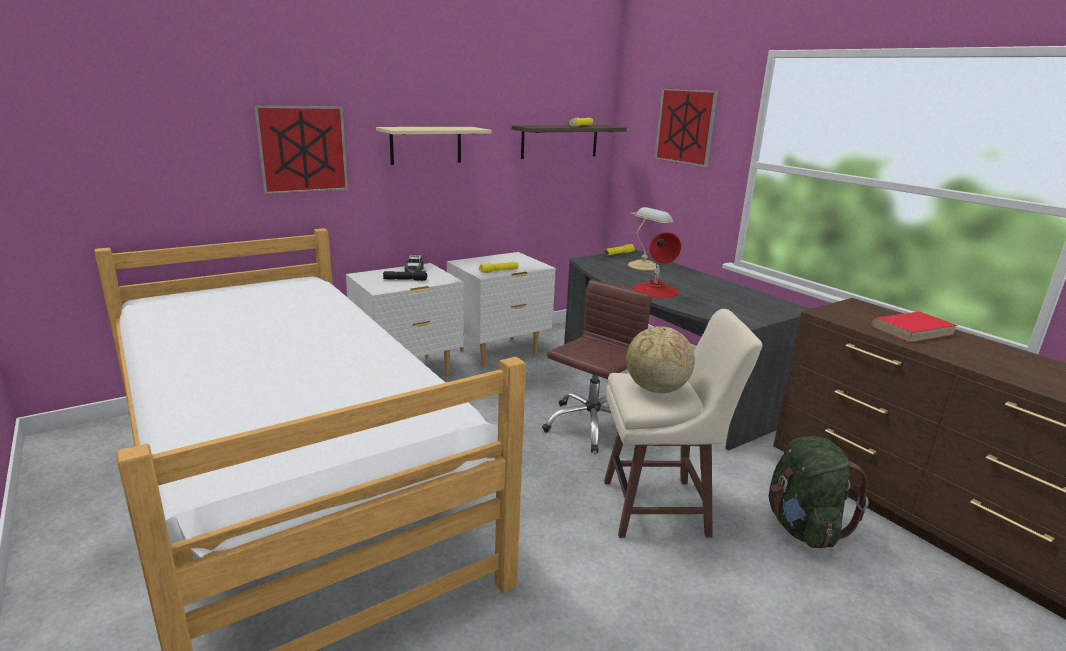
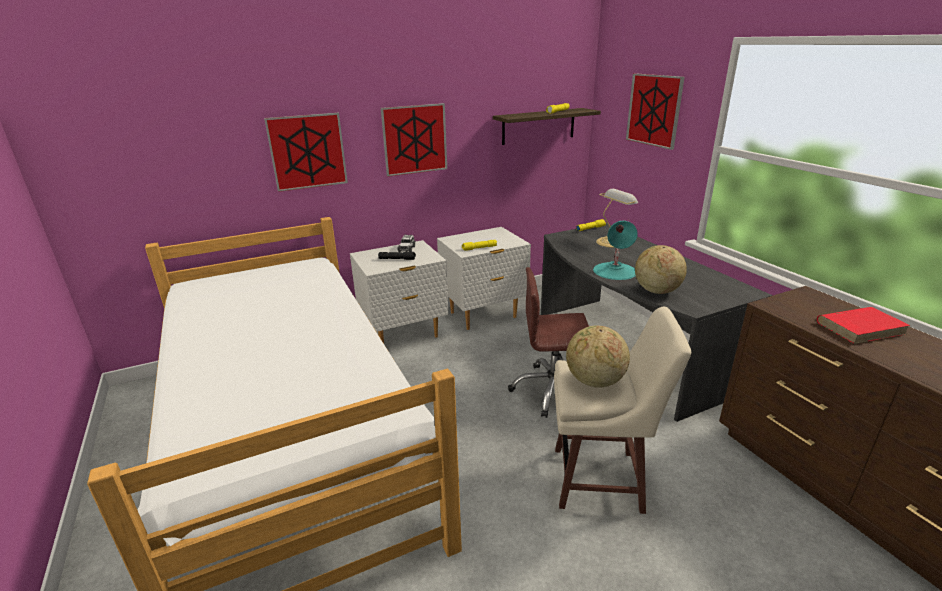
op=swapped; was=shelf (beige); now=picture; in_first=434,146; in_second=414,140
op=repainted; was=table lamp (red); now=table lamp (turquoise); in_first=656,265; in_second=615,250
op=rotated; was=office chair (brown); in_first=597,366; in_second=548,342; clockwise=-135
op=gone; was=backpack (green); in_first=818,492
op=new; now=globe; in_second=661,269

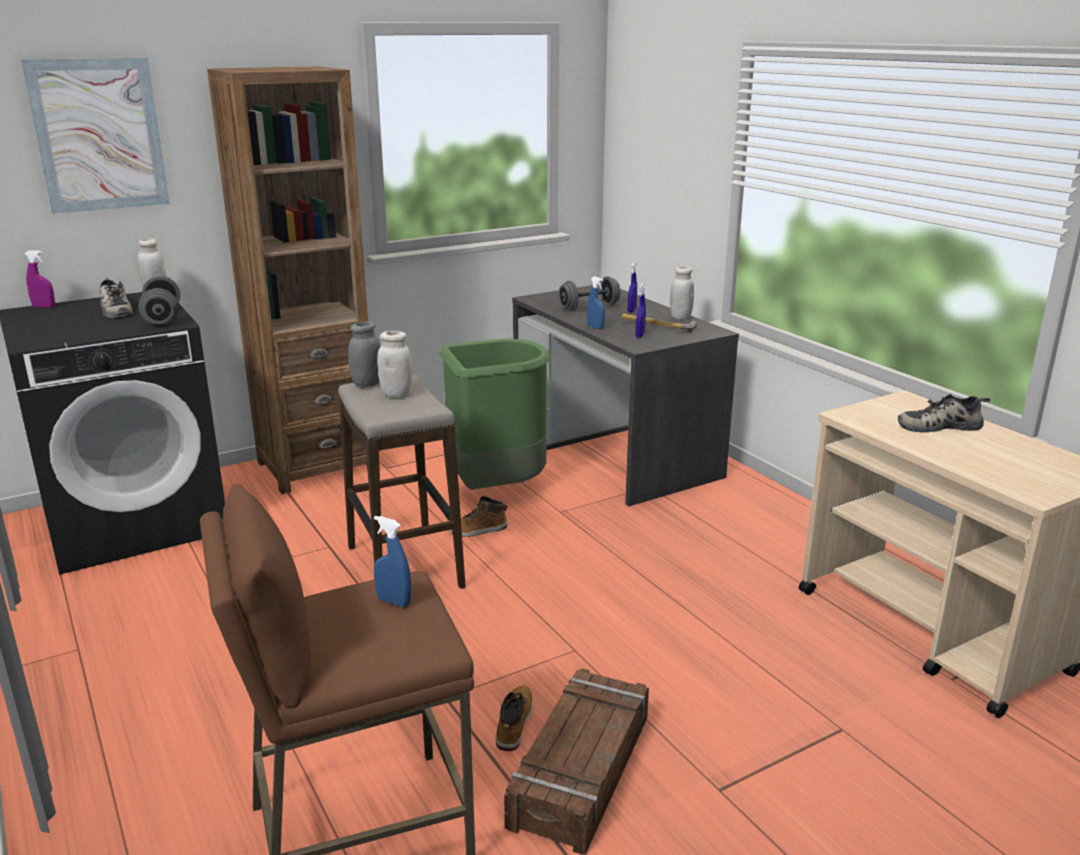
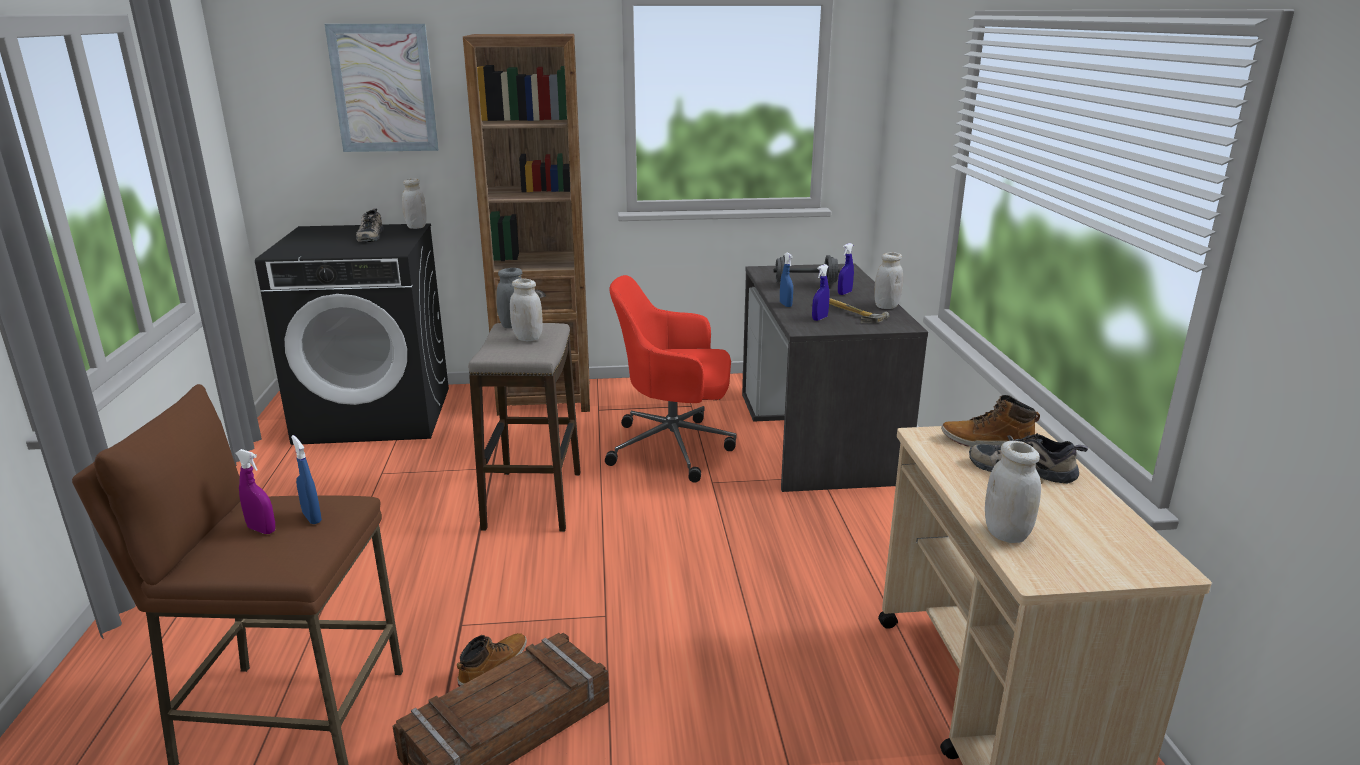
op=shifted; was=spray bottle (purple); in_first=40,279; in_second=255,491
op=gone; was=dumbbell (grey); in_first=159,300
op=swapped; was=trash can (green); now=office chair (red); in_first=494,414; in_second=671,379
op=shifted; was=boot; in_first=477,516; in_second=990,421
op=new; now=jar (white); in_second=1013,492

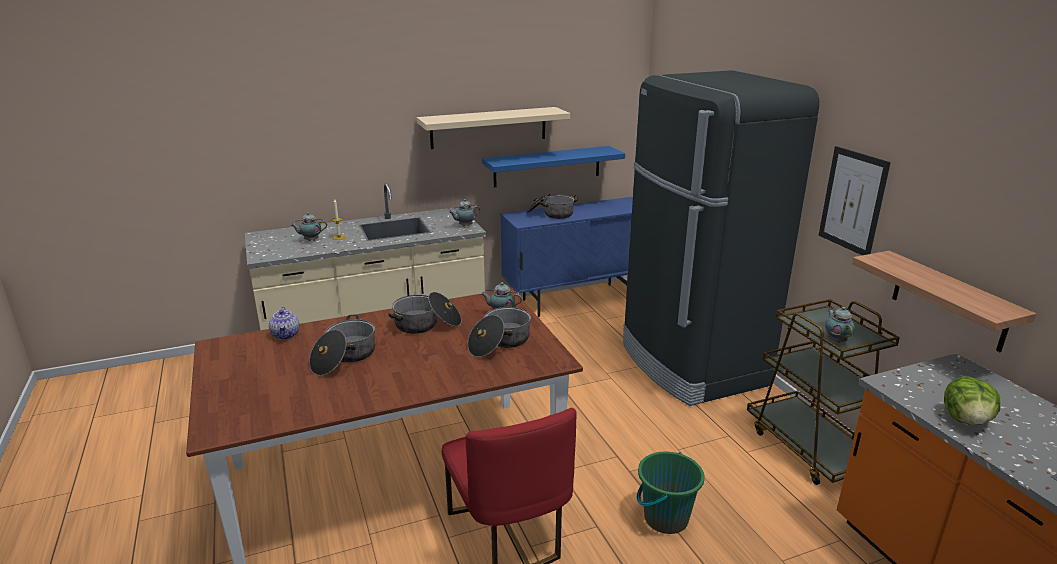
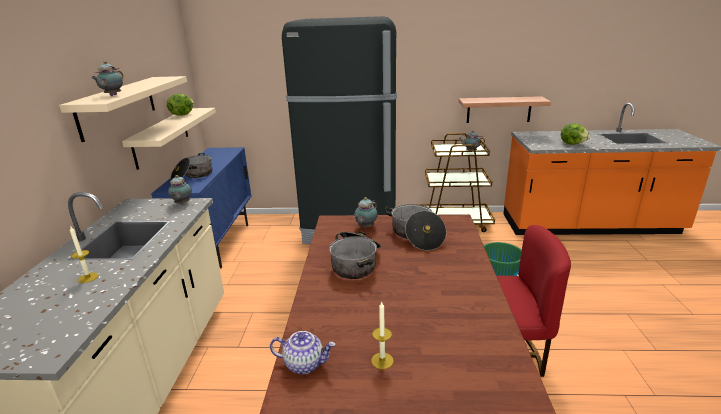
op=repainted; was=shelf (blue); now=shelf (beige); in_first=553,167; in_second=169,139
op=gone; was=picture; in_first=855,200
op=shifted; was=teapot; in_first=309,226; in_second=107,78
op=gone; was=cooking pot; in_first=342,345
op=new; now=lettuce; in_second=180,105
op=new; now=candle; in_second=382,335

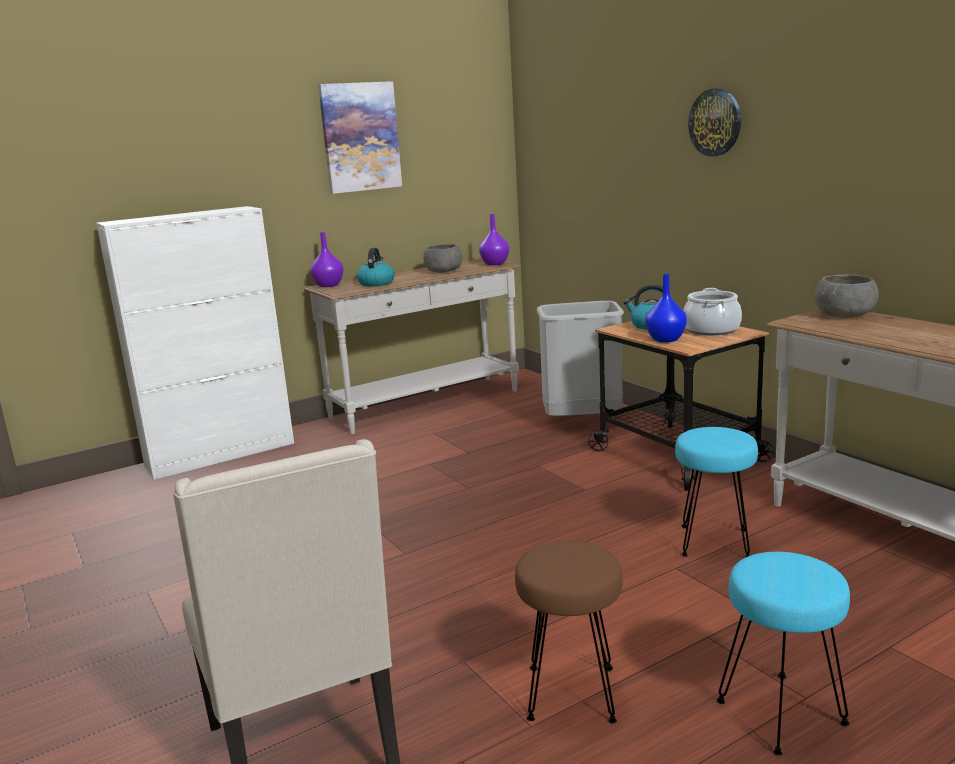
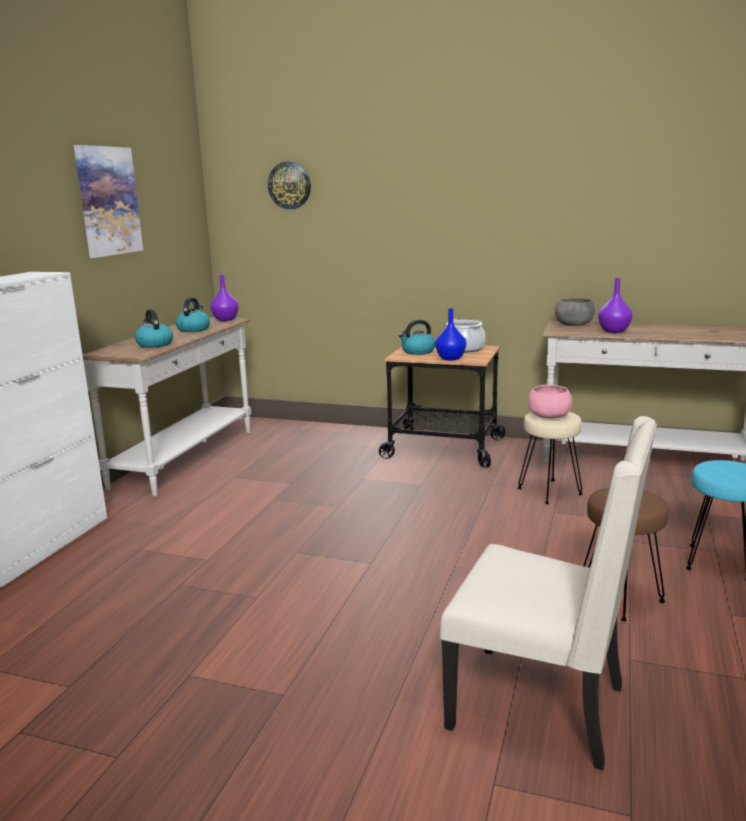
op=shifted; was=wall clock; in_first=714,122; in_second=289,185
op=shifted; was=vase (purple); in_first=327,259; in_second=615,305
op=swapped; was=bowl (grey); now=kettle; in_first=442,258; in_second=192,314
op=gone; was=trash can (grey); in_first=580,358
op=repainted; was=stool (turquoise); now=stool (beige); in_first=716,492; in_second=550,458
op=new; now=bowl (pink); in_second=550,401

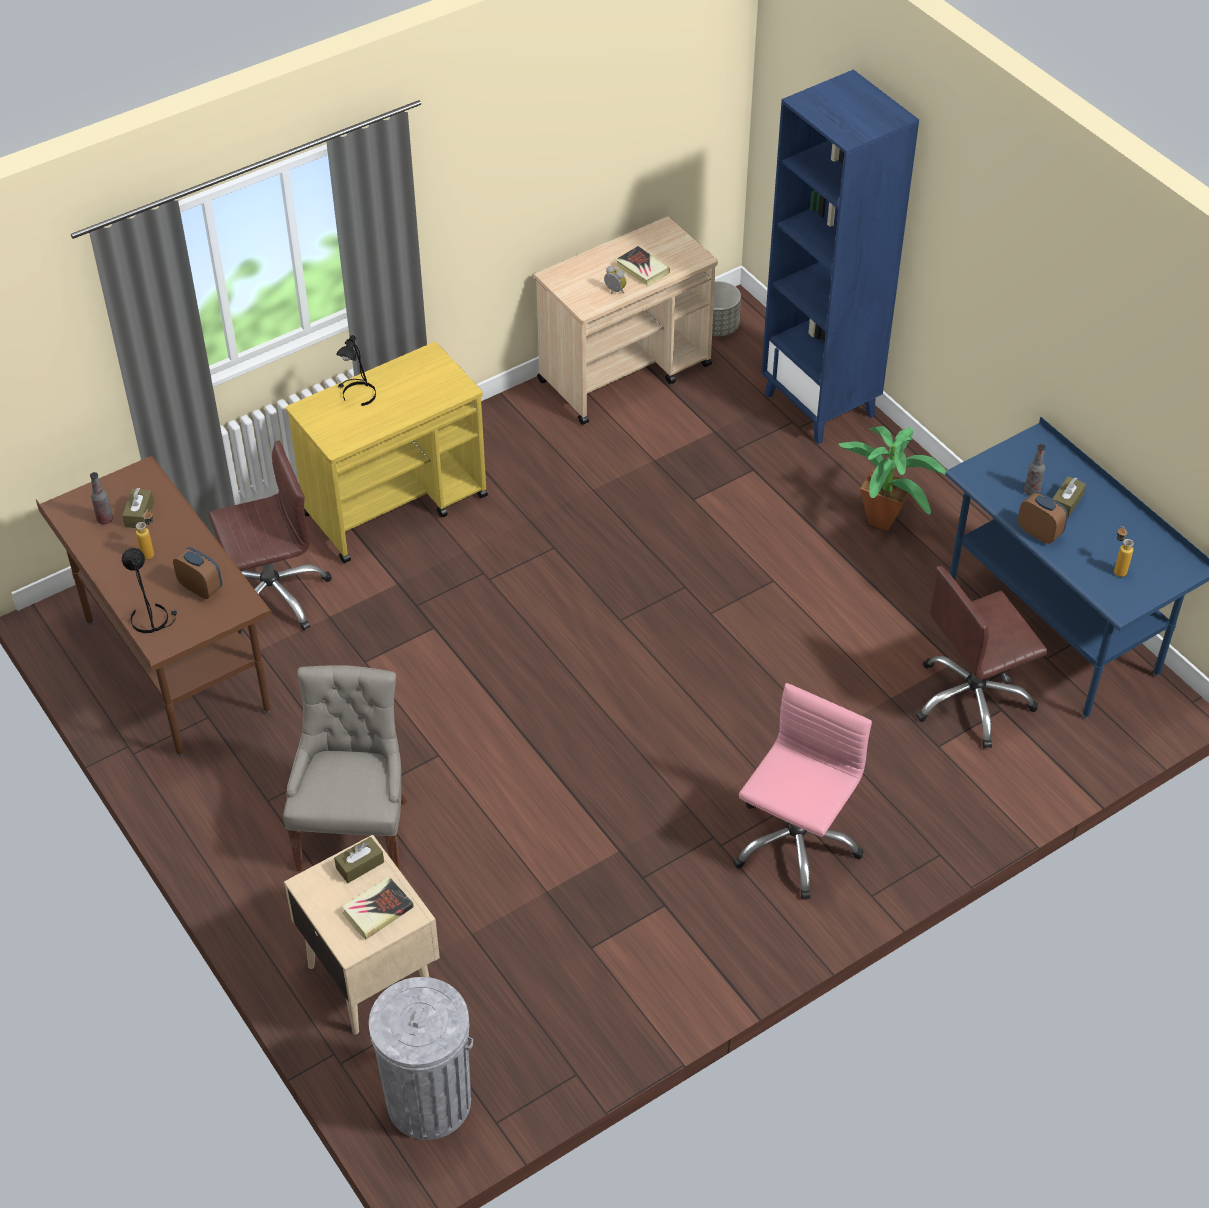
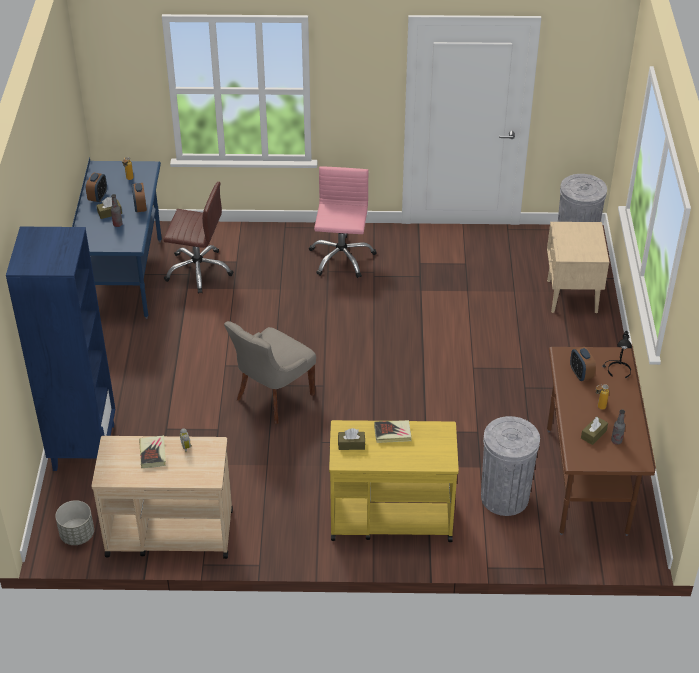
op=gone; was=table lamp (black); in_first=356,370
op=gone; was=potted plant; in_first=892,478
op=swapped; was=office chair (brown); now=trash can (grey); in_first=270,537; in_second=510,466
op=shifted; was=chair (grey); in_first=345,768; in_second=270,372
op=rotated; was=office chair (pink); in_first=802,791; in_second=343,222; clockwise=120
op=shifted; was=tissue box (brown); in_first=359,860; in_second=351,439
op=shifted; was=book; in_first=378,908; in_second=392,431
op=new; now=alarm clock; in_second=96,187

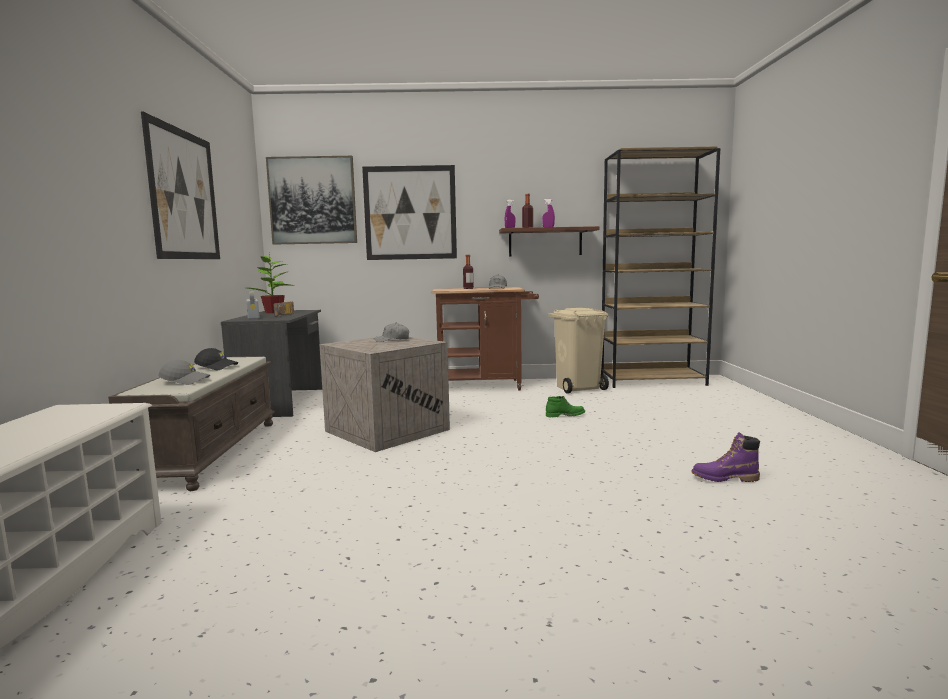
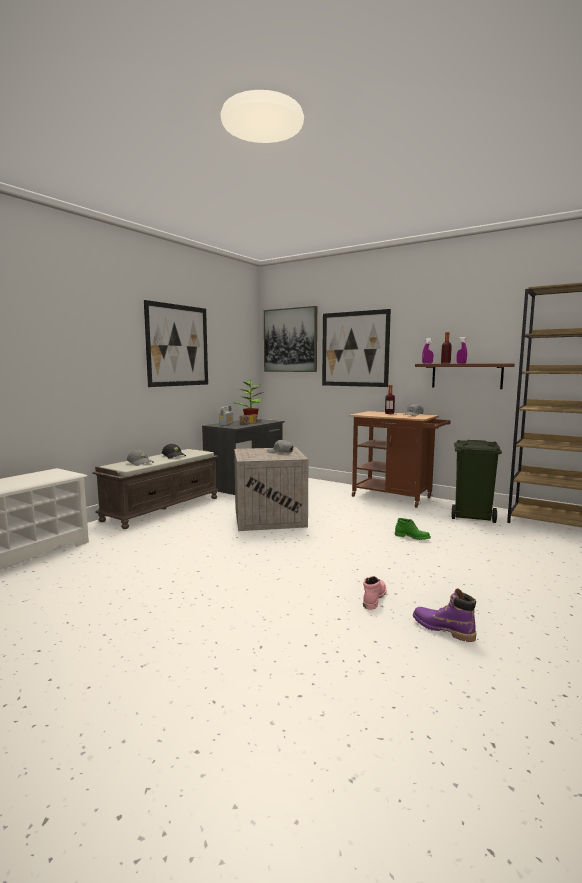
op=repainted; was=trash can (beige); now=trash can (green); in_first=578,351; in_second=477,481
op=new; now=boot (pink); in_second=375,593

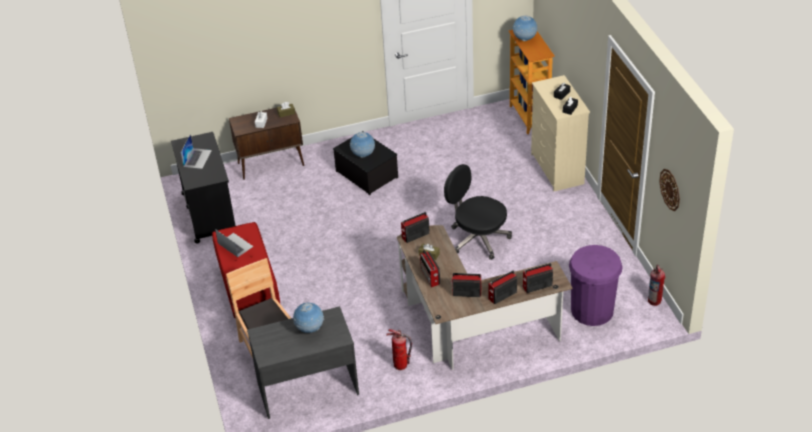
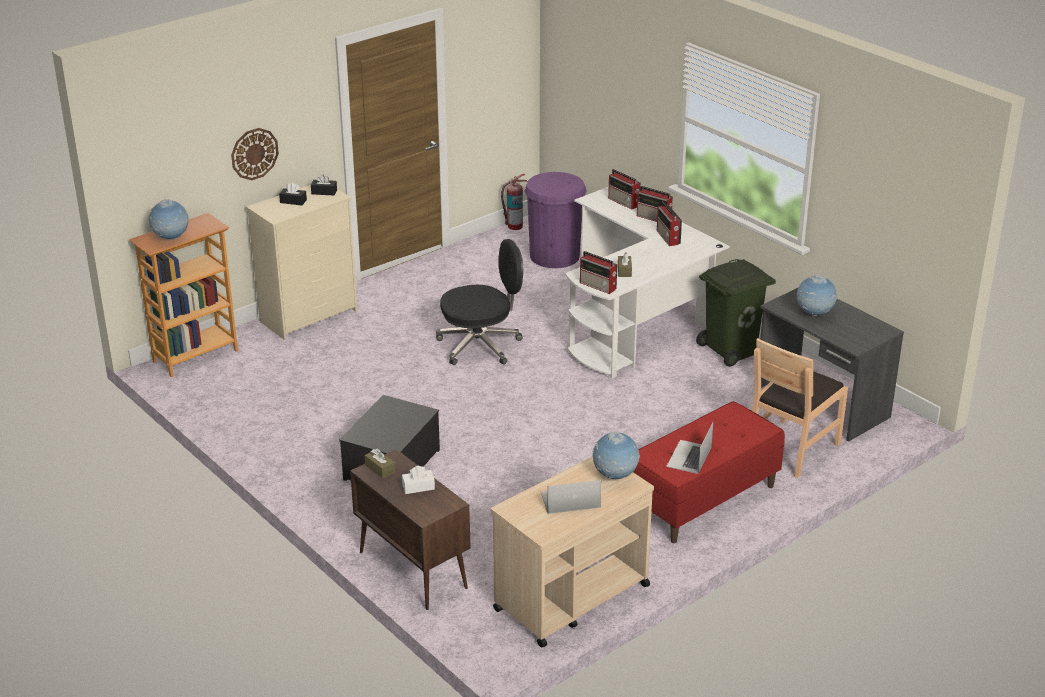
op=repainted; was=cart (black); now=cart (beige); in_first=203,188; in_second=572,551
op=shifted; was=globe; in_first=362,145; in_second=616,455
op=rotated; was=office chair (black); in_first=478,212; in_second=479,302; clockwise=-120
op=shifted; was=wall clock; in_first=669,190; in_second=255,154
op=repainted; was=desk (brown); now=desk (white); in_first=485,297; in_second=647,282
op=gone; was=radio; in_first=430,268
op=swapped; was=fire extinguisher; now=trash can (green); in_first=399,349; in_second=736,313

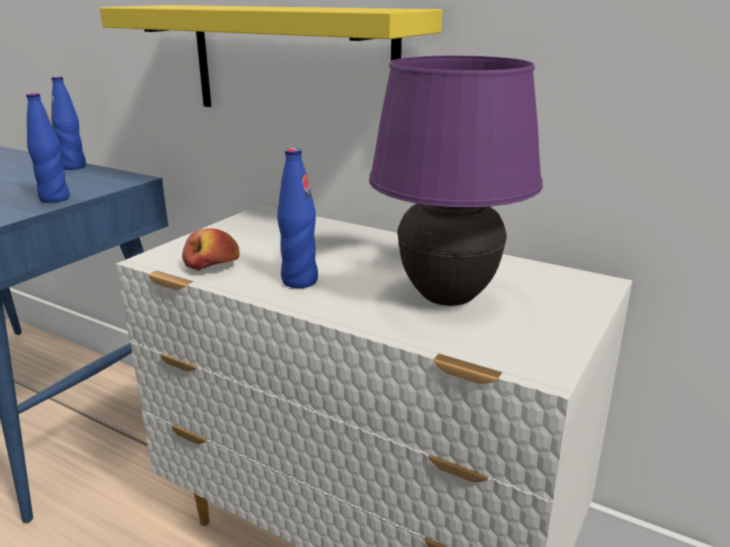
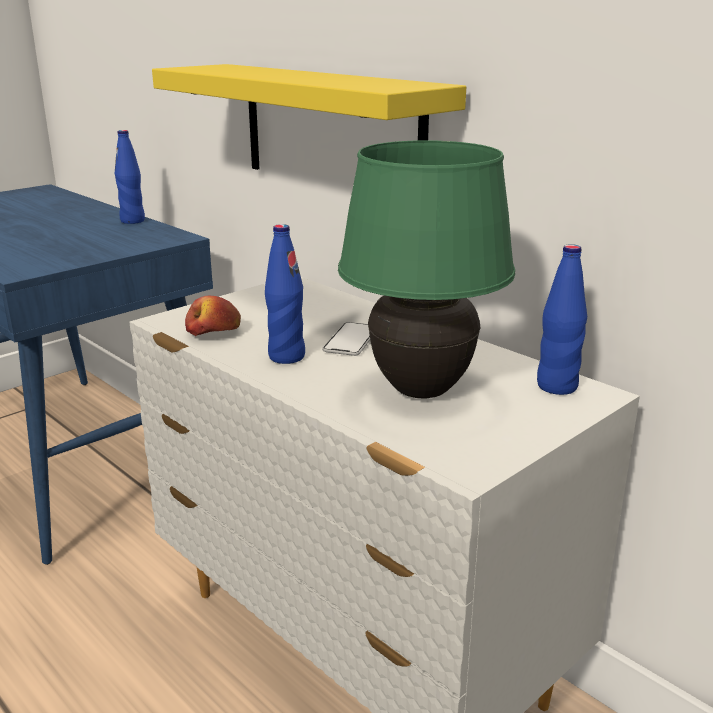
op=repainted; was=table lamp (purple); now=table lamp (green); in_first=456,181; in_second=426,269
op=shifted; was=bottle (blue); in_first=48,148; in_second=562,319
op=new; now=phone; in_second=346,339

